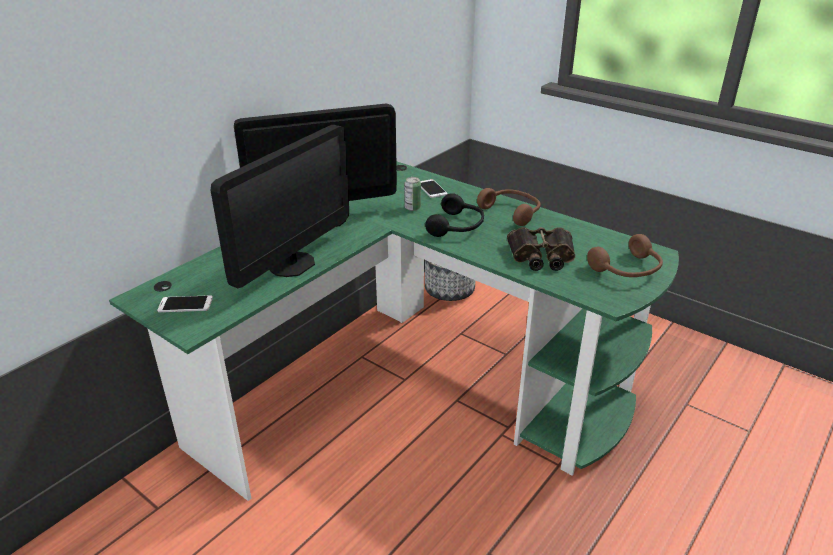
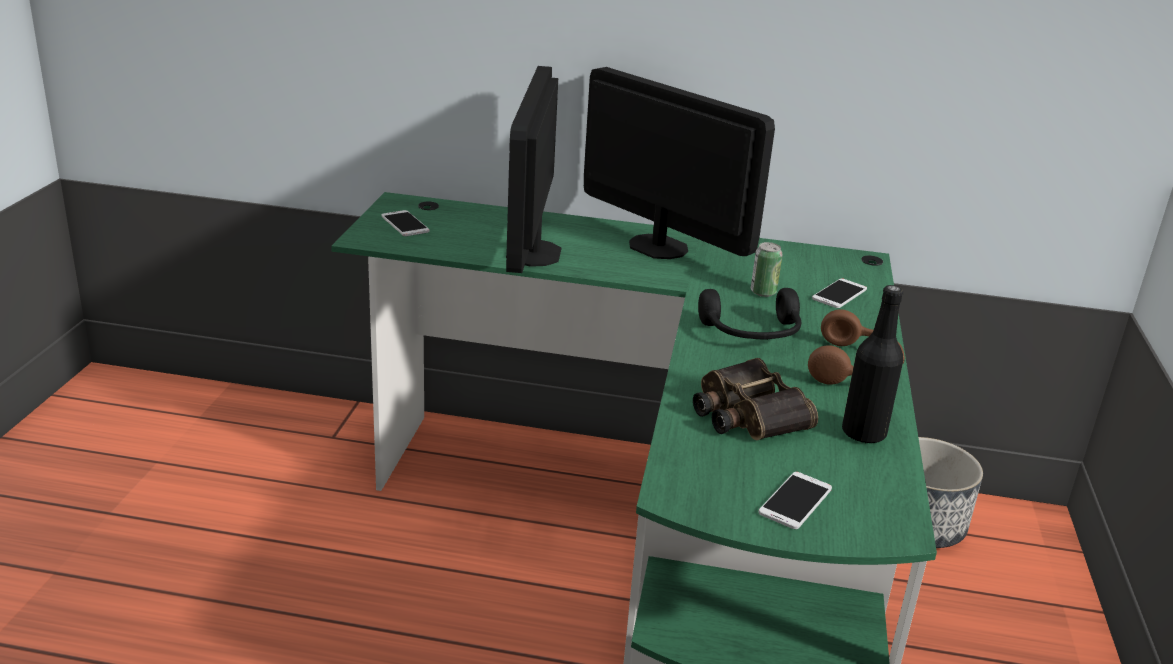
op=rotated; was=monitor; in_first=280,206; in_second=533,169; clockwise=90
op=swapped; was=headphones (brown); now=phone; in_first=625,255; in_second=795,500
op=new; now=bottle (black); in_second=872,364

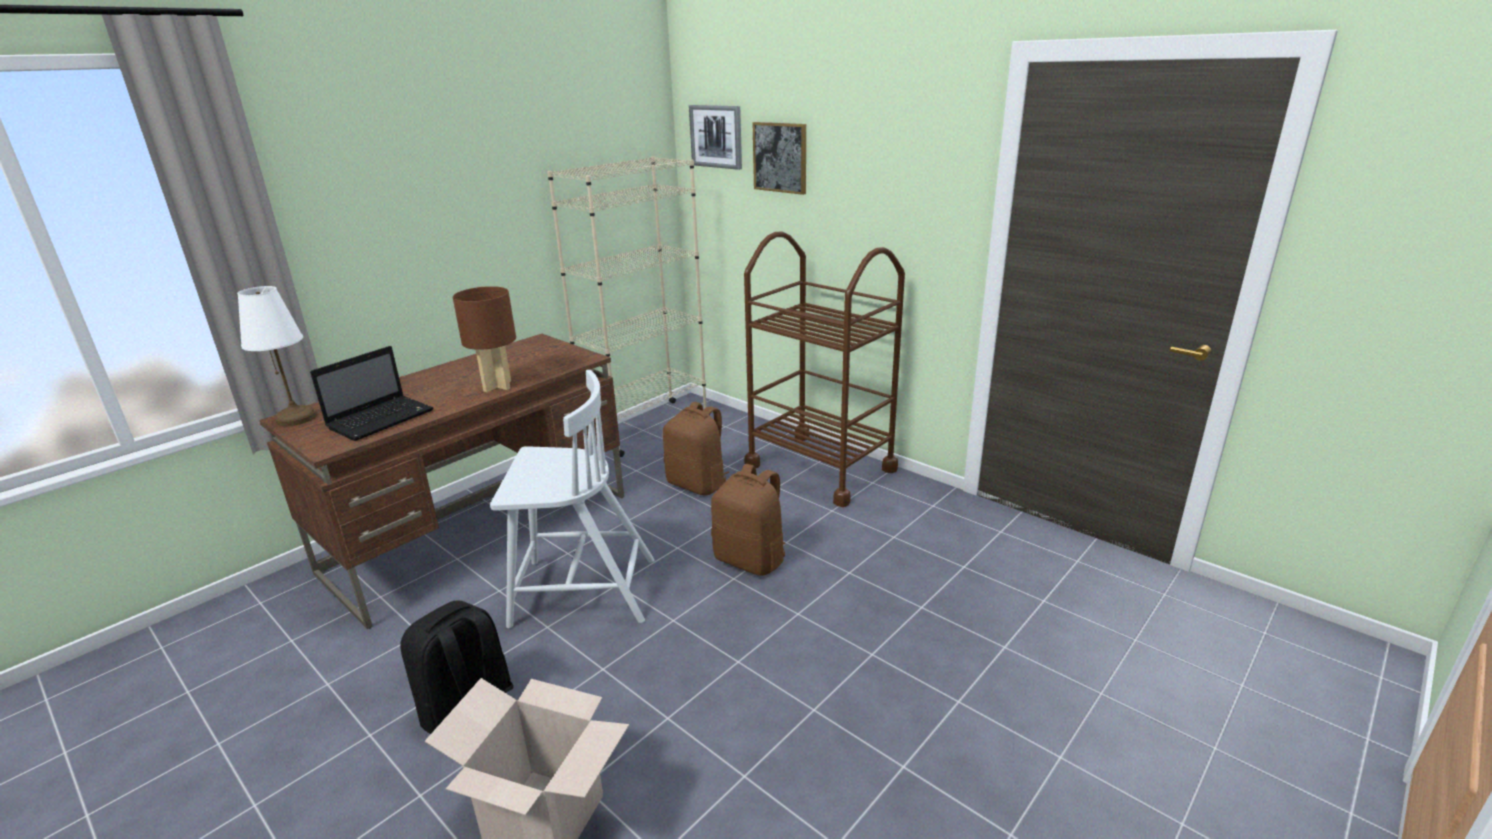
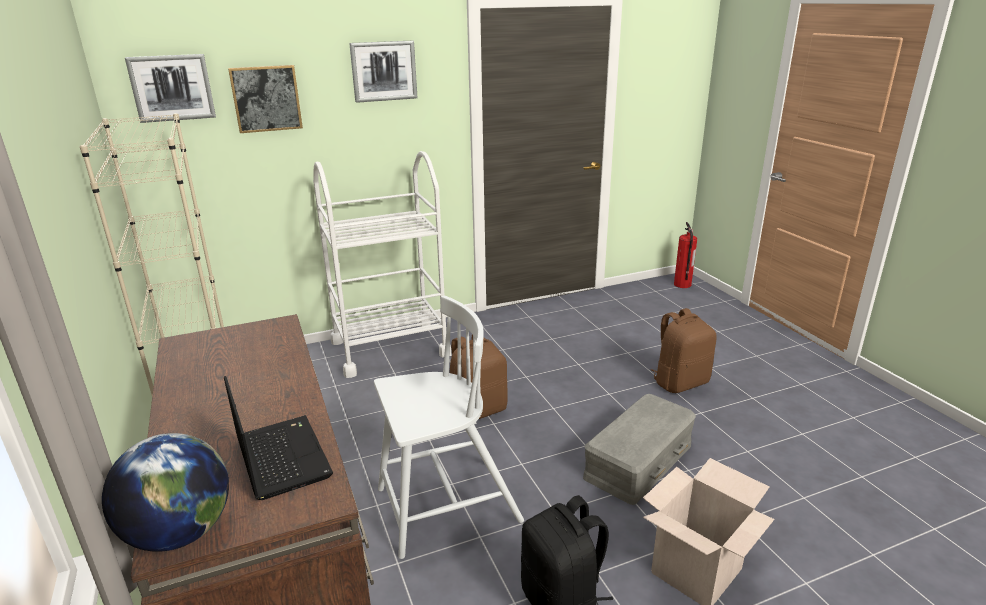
op=repainted; was=cart (brown); now=cart (white); in_first=824,369; in_second=382,264
op=swapped; was=table lamp (white); now=globe; in_first=276,356; in_second=165,492
op=gone; was=table lamp (brown); in_first=484,339
op=rotated; was=chair (white); in_first=572,499; in_second=449,427; clockwise=45
op=shifted; was=backpack (brown); in_first=696,448; in_second=684,350
op=new; now=picture; in_second=383,72
op=new; now=fire extinguisher; in_second=685,255
op=new; now=storage box (grey); in_second=639,449

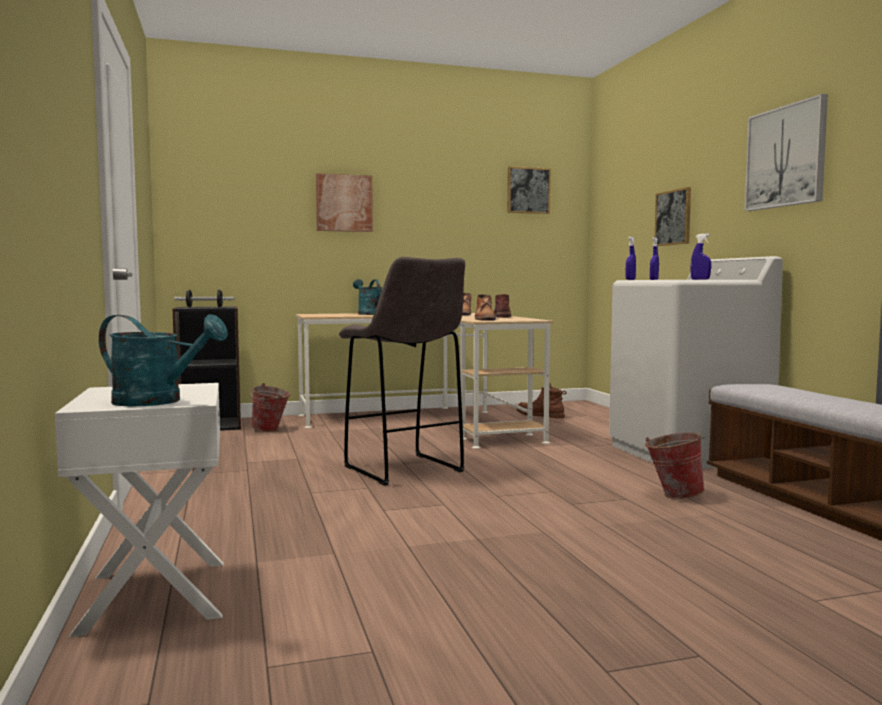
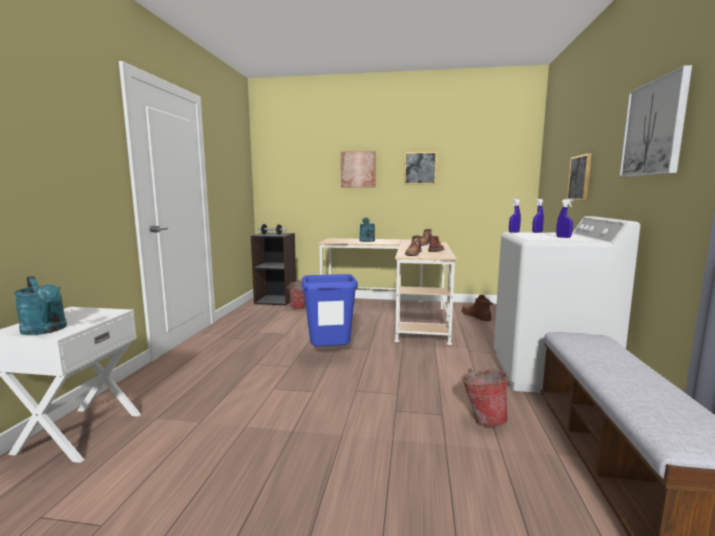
op=shifted; was=picture; in_first=529,190; in_second=420,168
op=swapped; was=stool (grey); now=trash can (blue); in_first=402,371; in_second=329,310

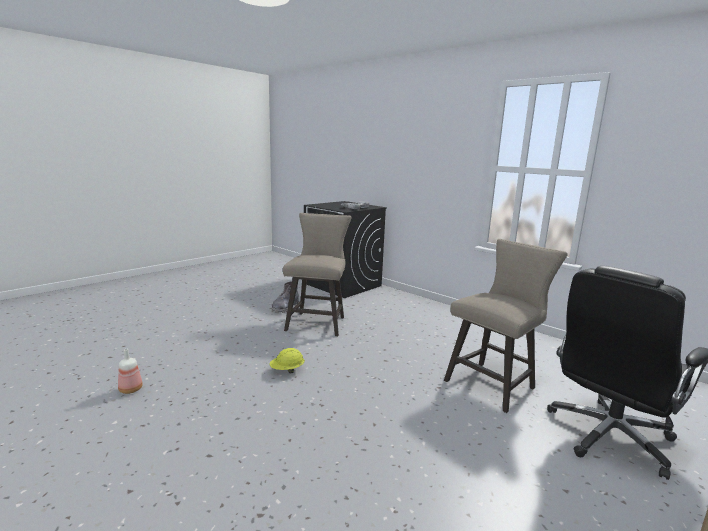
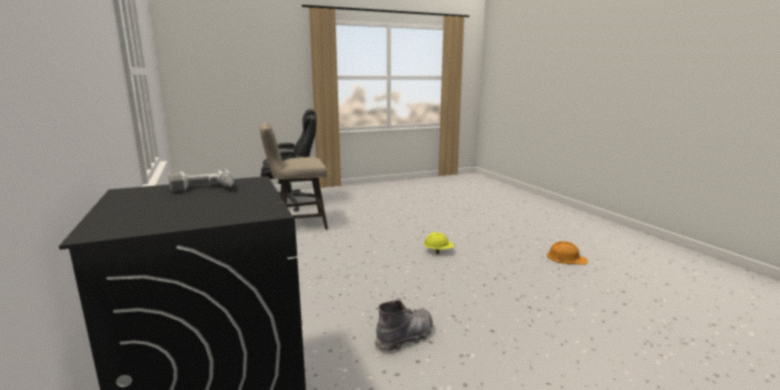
op=gone; was=stool (beige); in_first=317,274
op=swapped; was=bottle; now=hard hat (orange); in_first=130,371; in_second=567,253

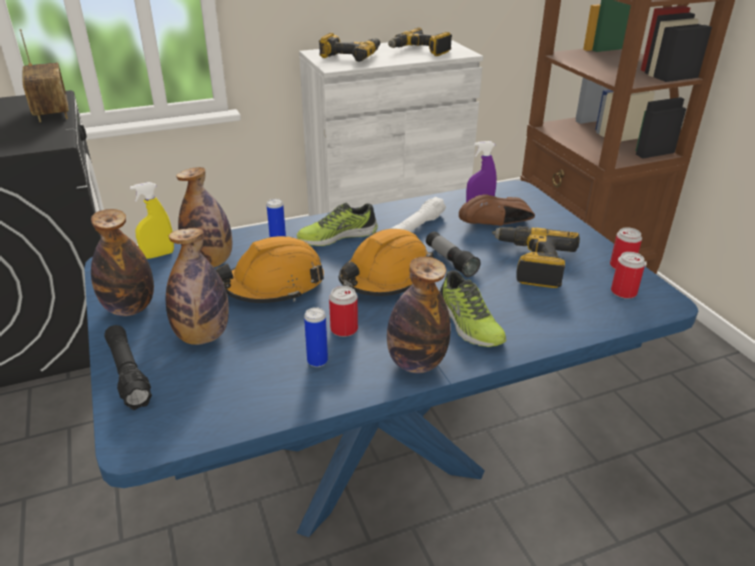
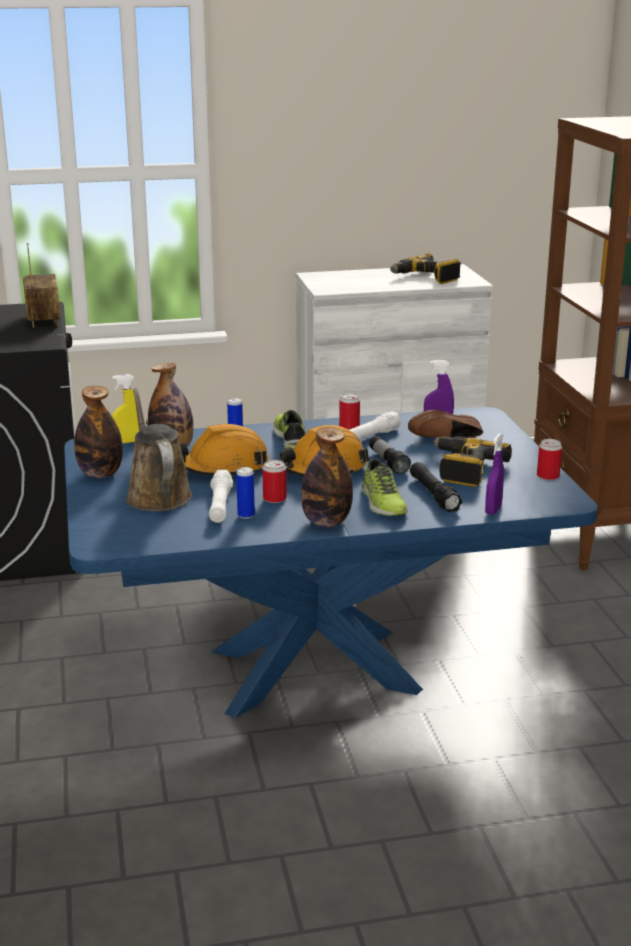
op=gone; was=power drill; in_first=349,47
op=rotated; was=shoe; in_first=337,224; in_second=289,430; clockwise=90
op=swapped; was=bottle; now=watering can (brown); in_first=197,286; in_second=159,449
op=shifted; was=can; in_first=628,275; in_second=349,411
op=shifted; was=flashlight (black); in_first=128,367; in_second=436,487
op=new; now=spray bottle (purple); in_second=494,474
op=new; now=flashlight (white); in_second=221,496

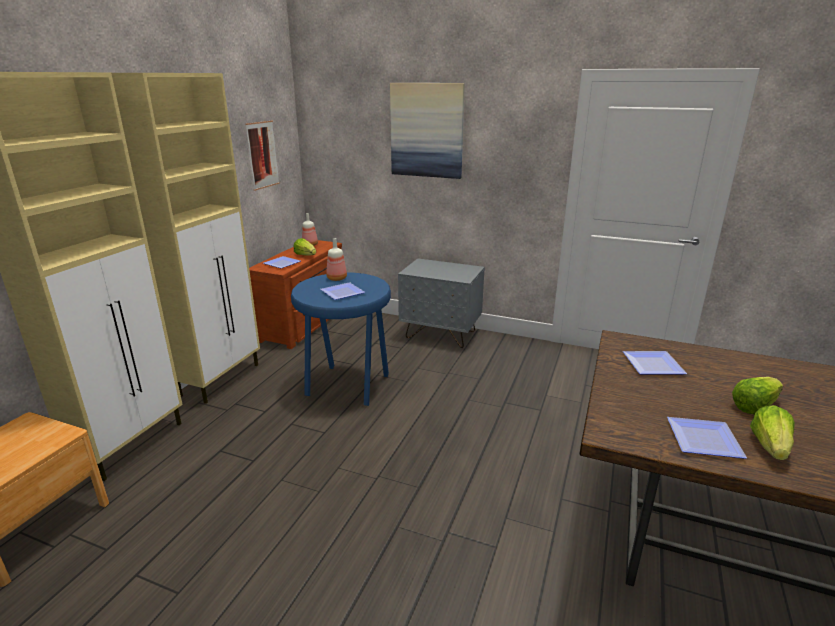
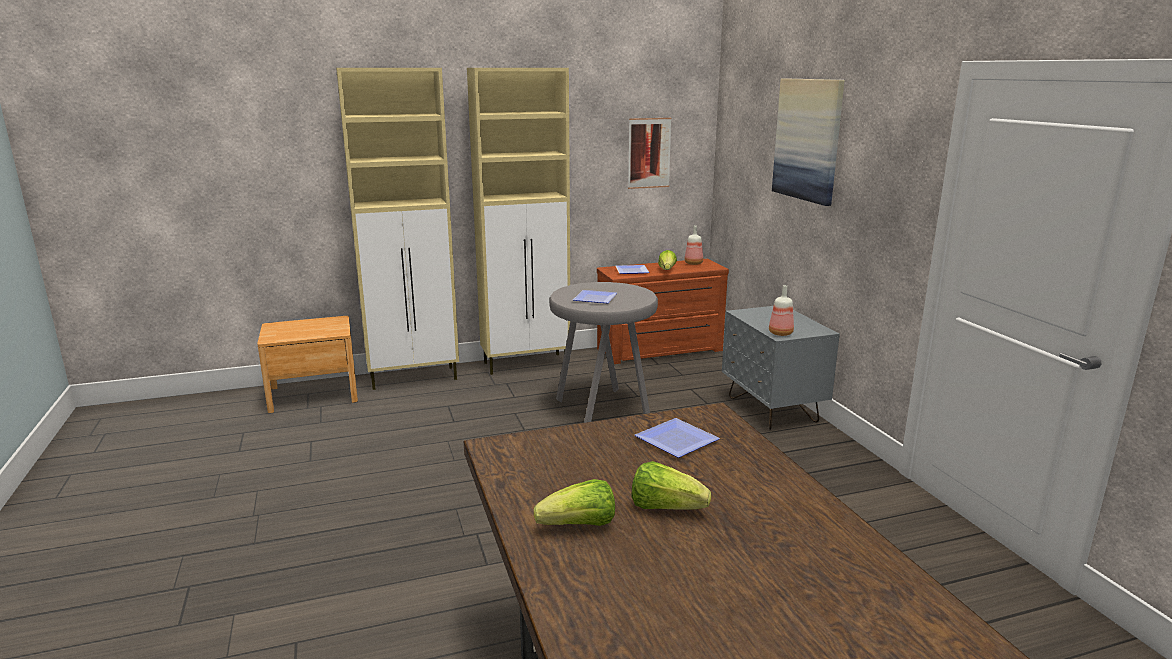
op=shifted; was=bottle; in_first=336,259; in_second=781,310
op=repainted; was=stool (blue); now=stool (grey); in_first=341,339; in_second=603,352
op=gone; was=plate; in_first=707,438

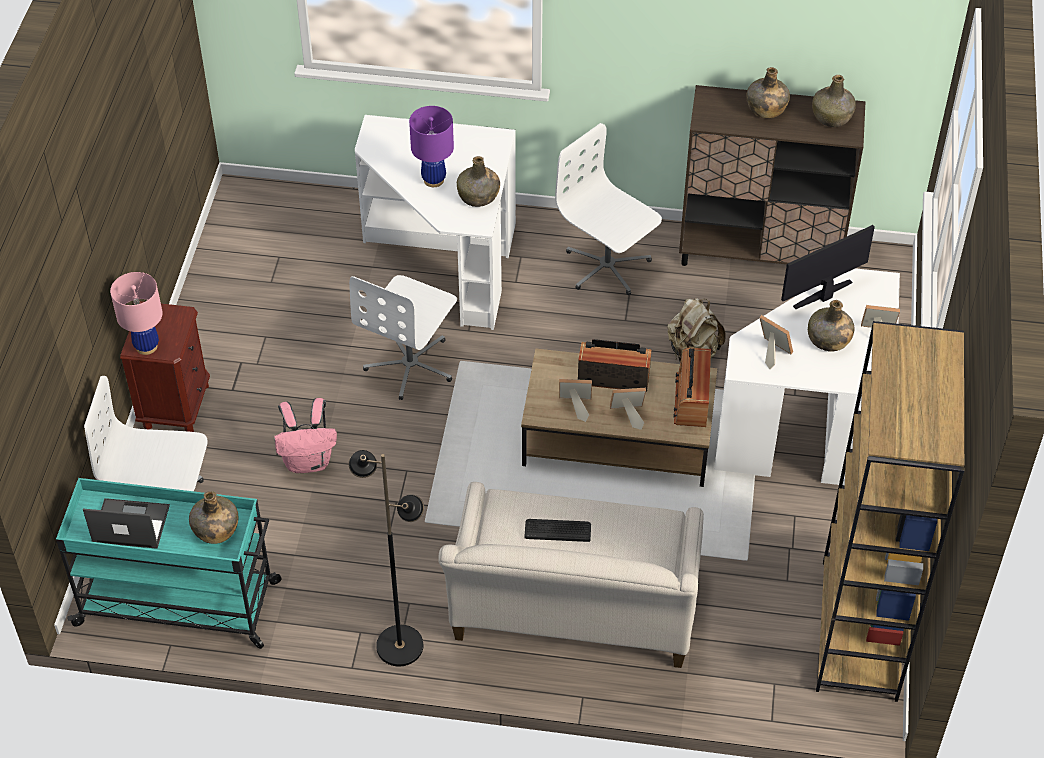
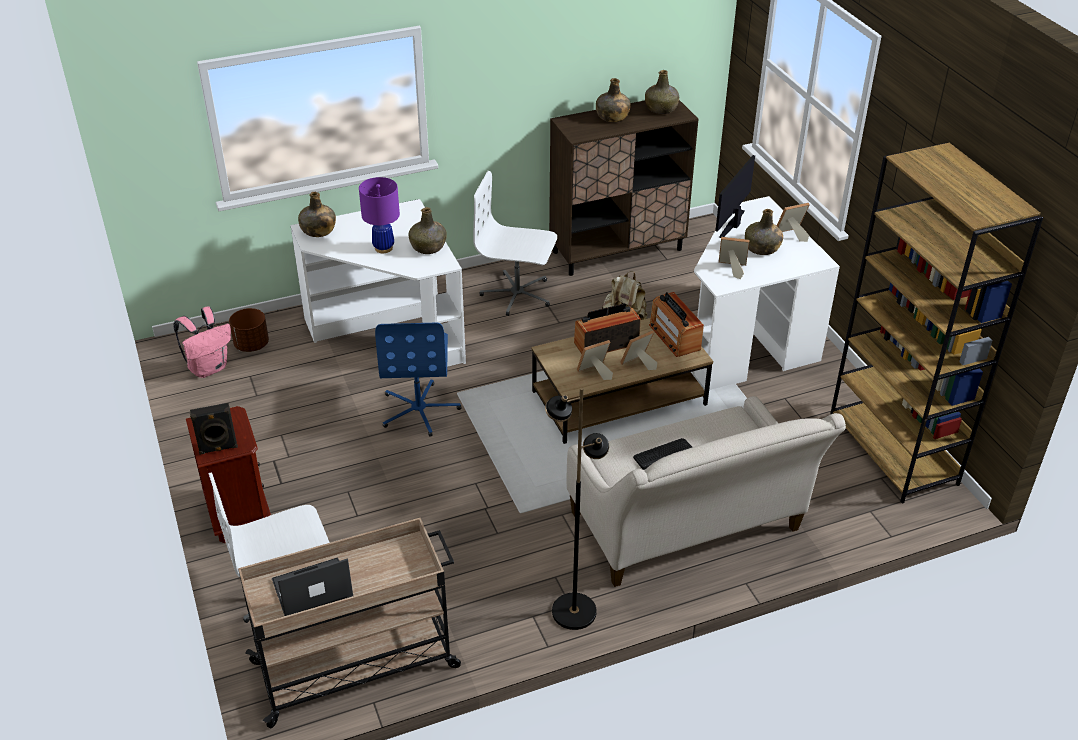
op=swapped; was=table lamp (pink); now=speaker (black); in_first=136,313; in_second=214,429
op=repainted; was=office chair (white); now=office chair (blue); in_first=403,337; in_second=418,380
op=shifted; was=backpack (pink); in_first=305,435; in_second=202,342
op=repainted; was=cart (turquoise); now=cart (beige); in_first=169,563; in_second=349,623
op=shifted; was=bottle (green); in_first=213,517; in_second=317,214
op=new; now=planter (brown); in_second=249,330

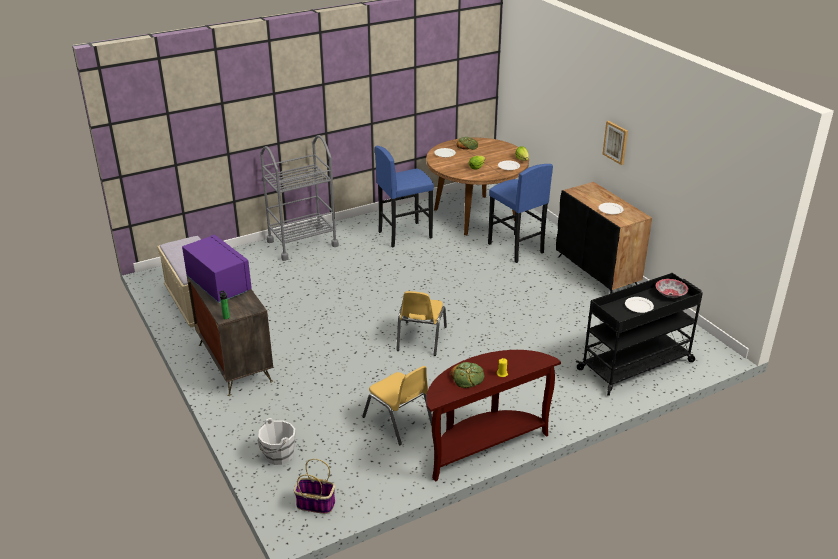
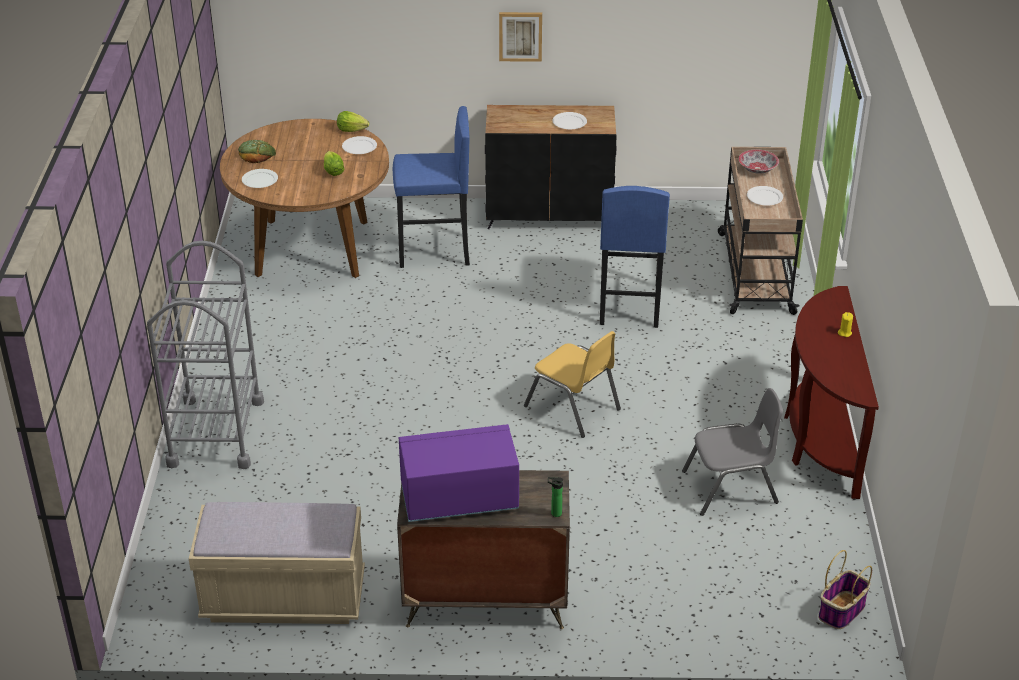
op=shifted; was=stool (blue); in_first=404,196; in_second=635,257
op=repainted; was=cart (black); now=cart (beige); in_first=639,334; in_second=760,231
op=gone; was=bread; in_first=467,375
op=repainted; was=chair (yellow); now=chair (grey); in_first=397,405; in_second=732,452
op=gone; was=bucket (white); in_first=276,441

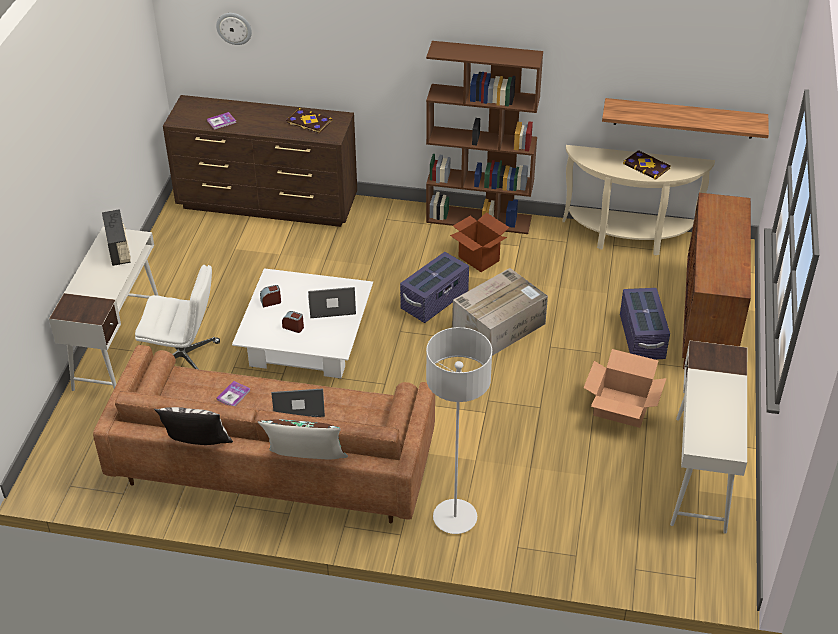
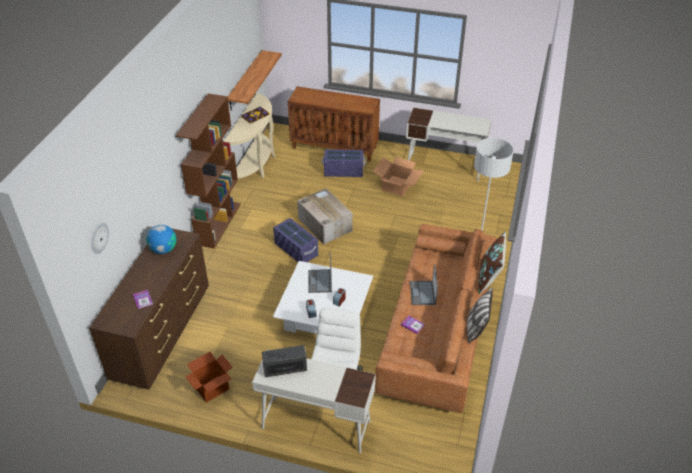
op=swapped; was=book; now=globe; in_first=309,120; in_second=161,239
op=shifted; was=cardboard box; in_first=479,242; in_second=208,377

